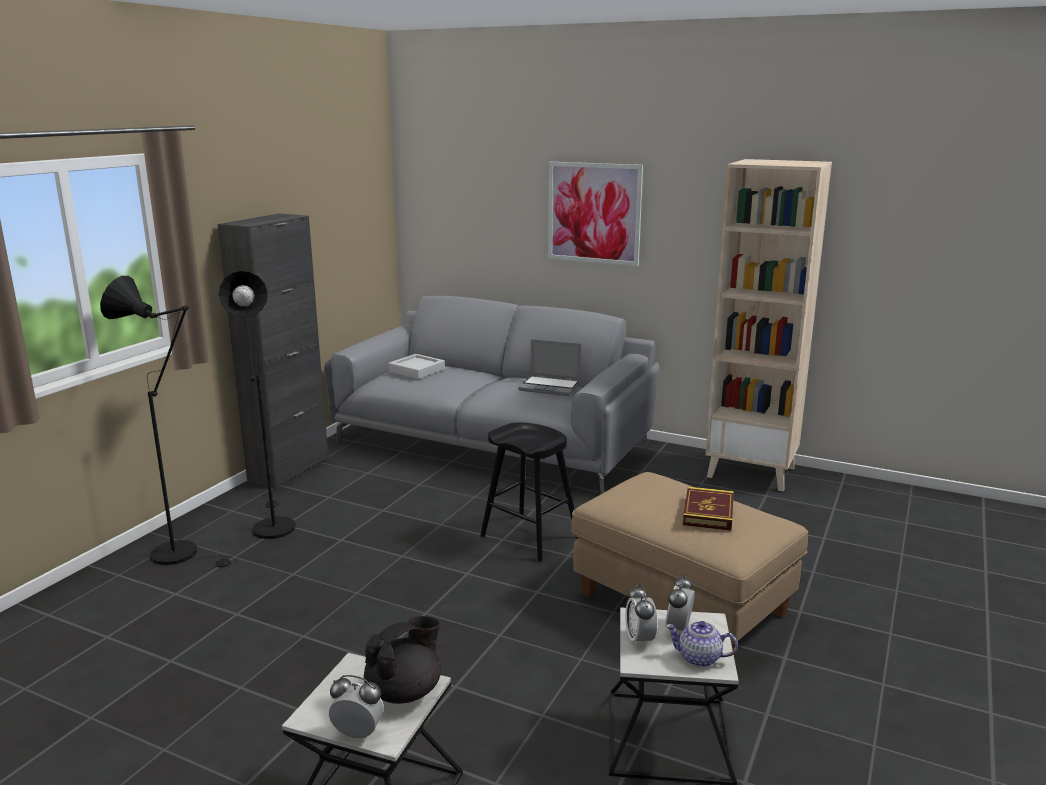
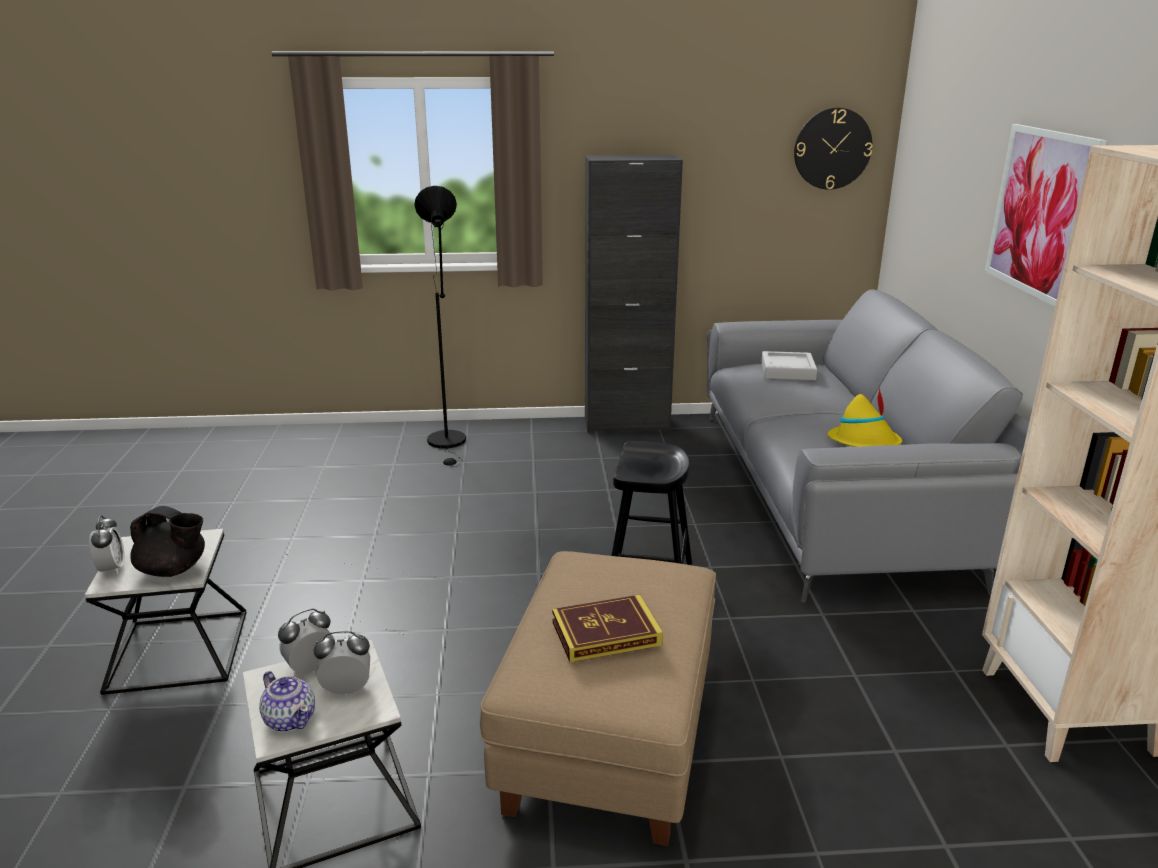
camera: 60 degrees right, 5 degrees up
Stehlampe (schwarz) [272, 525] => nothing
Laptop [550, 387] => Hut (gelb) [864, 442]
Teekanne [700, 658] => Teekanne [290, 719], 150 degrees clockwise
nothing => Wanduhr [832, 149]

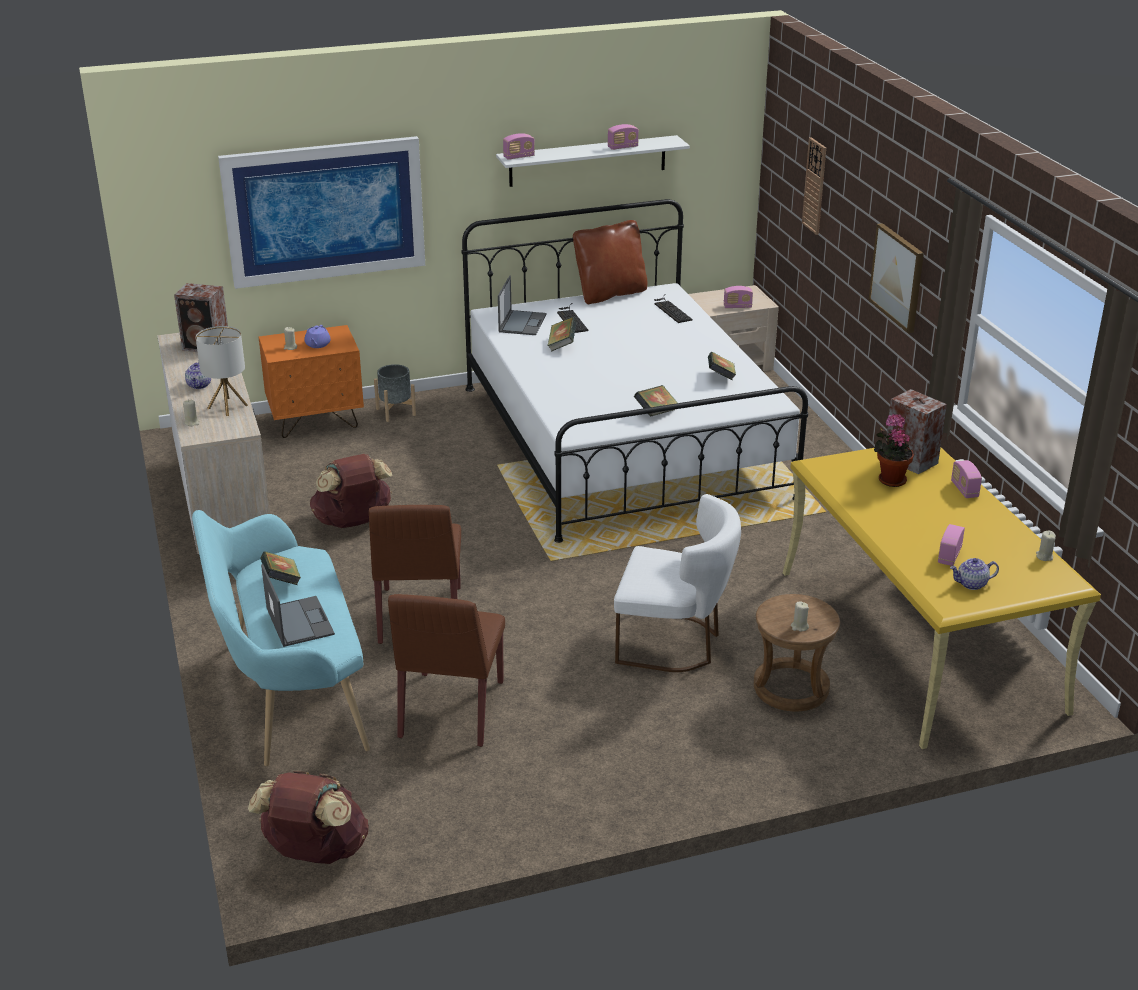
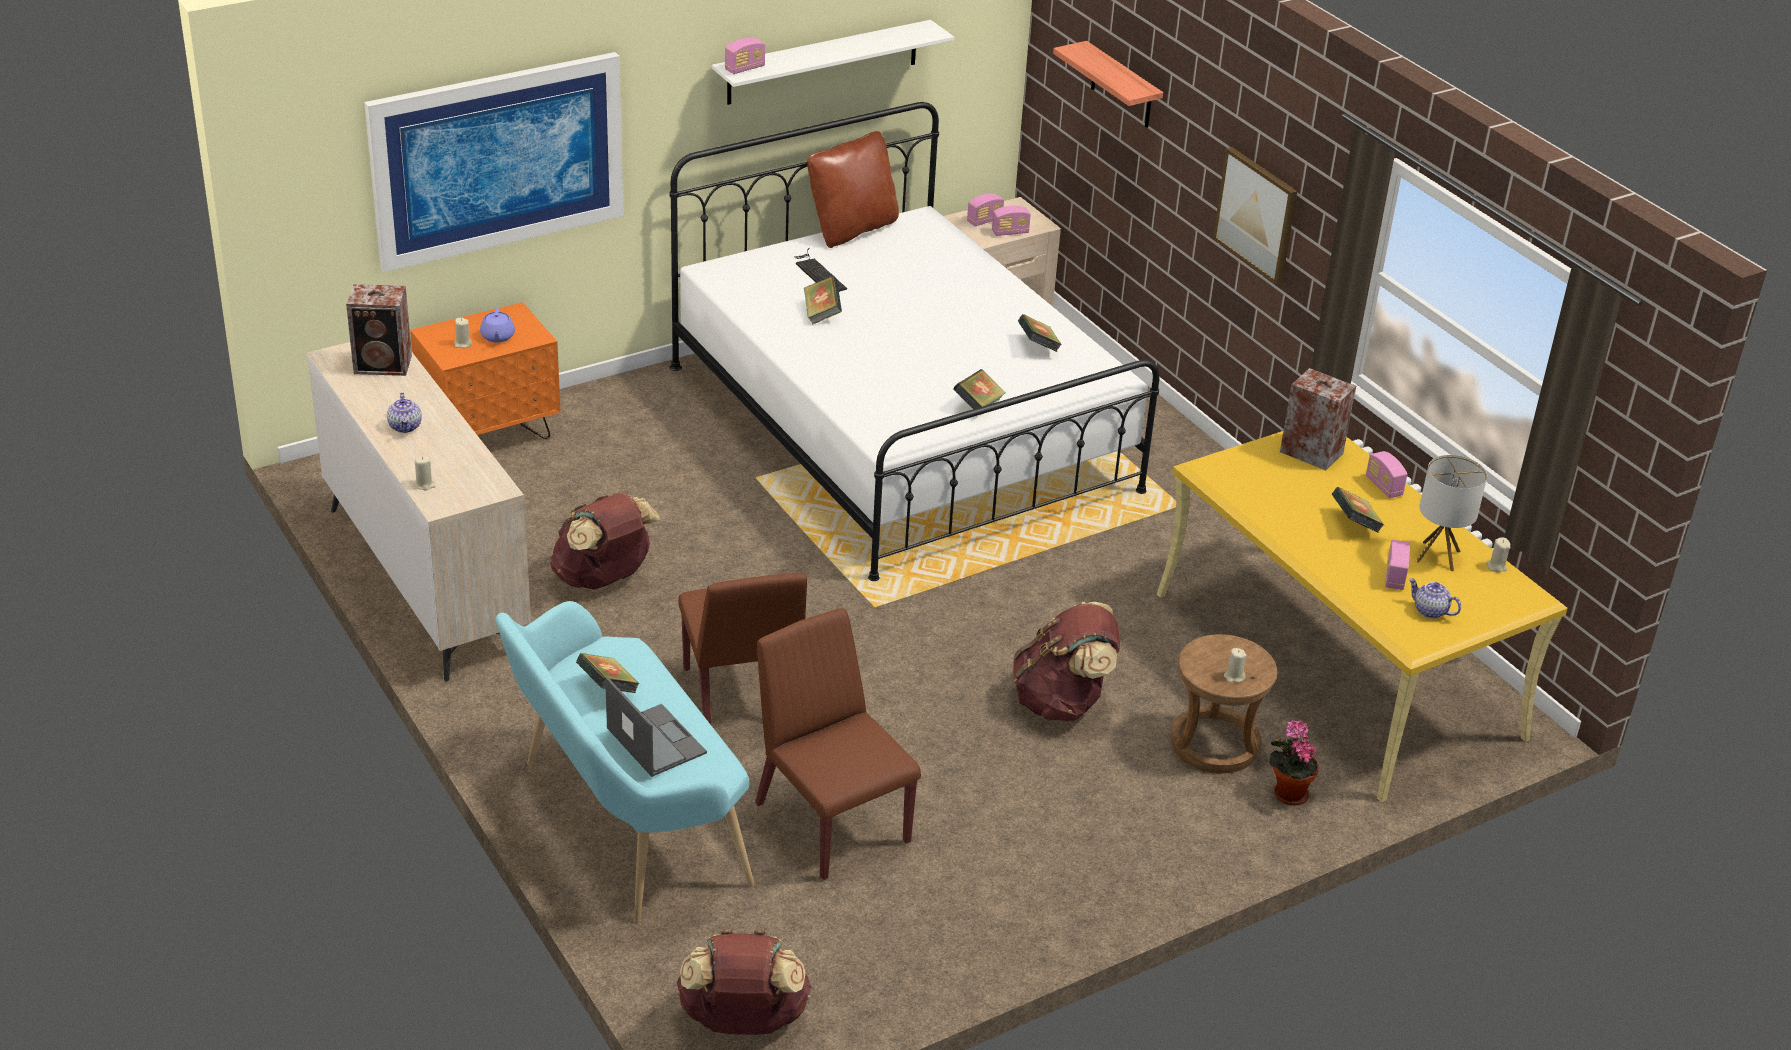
camera: 15 degrees left, 5 degrees up
Radio [623, 147] => Radio [984, 221], moved
Wanduhr [815, 186] => Wandregal [1122, 86]
Laptop [522, 323] => nothing
Tastatur [671, 309] => nothing
Tischlampe [227, 407] => Tischlampe [1438, 556], moved
Pflanzkübel (grau) [395, 412] => nothing
Topfpflanze [890, 479] => Topfpflanze [1287, 793], moved
Stuhl (weiß) [674, 643] => Rucksack (braun) [1062, 702]
Teekanne [971, 584] => Teekanne [1430, 611], 60 degrees clockwise
Stuhl (braun) [451, 710] => Stuhl (braun) [831, 821], 150 degrees clockwise
nothing => Buch [1354, 524]

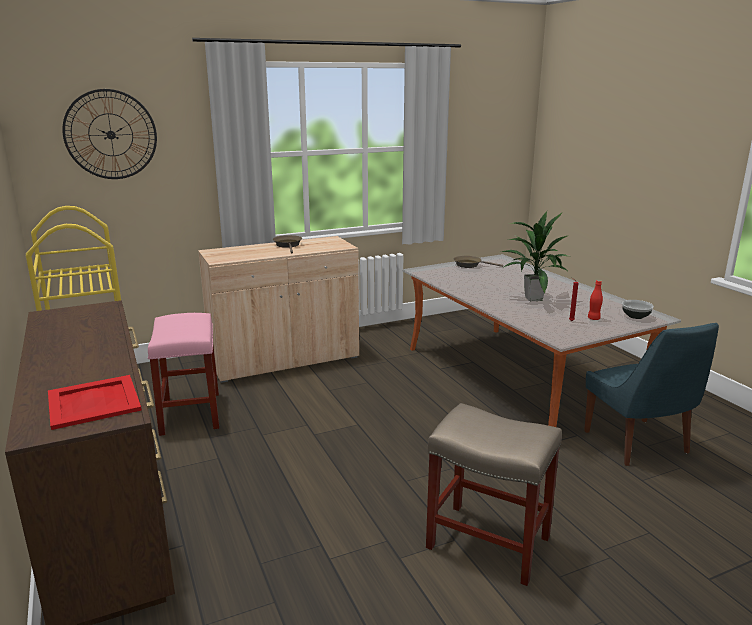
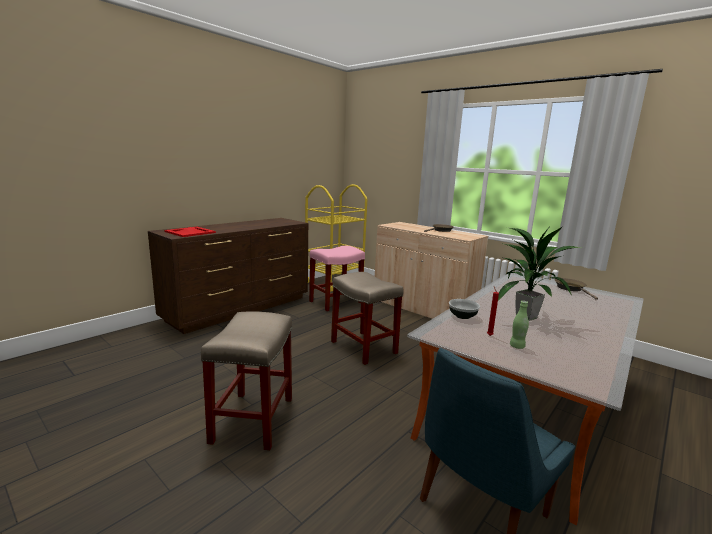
camera: 65 degrees right, 5 degrees down
Wanduhr [111, 135] => nothing
Flasche (rot) [593, 318] => Flasche (grün) [517, 346]
Schüssel [635, 316] => Schüssel [462, 316], moved
nothing => Hocker (beige) [364, 347]

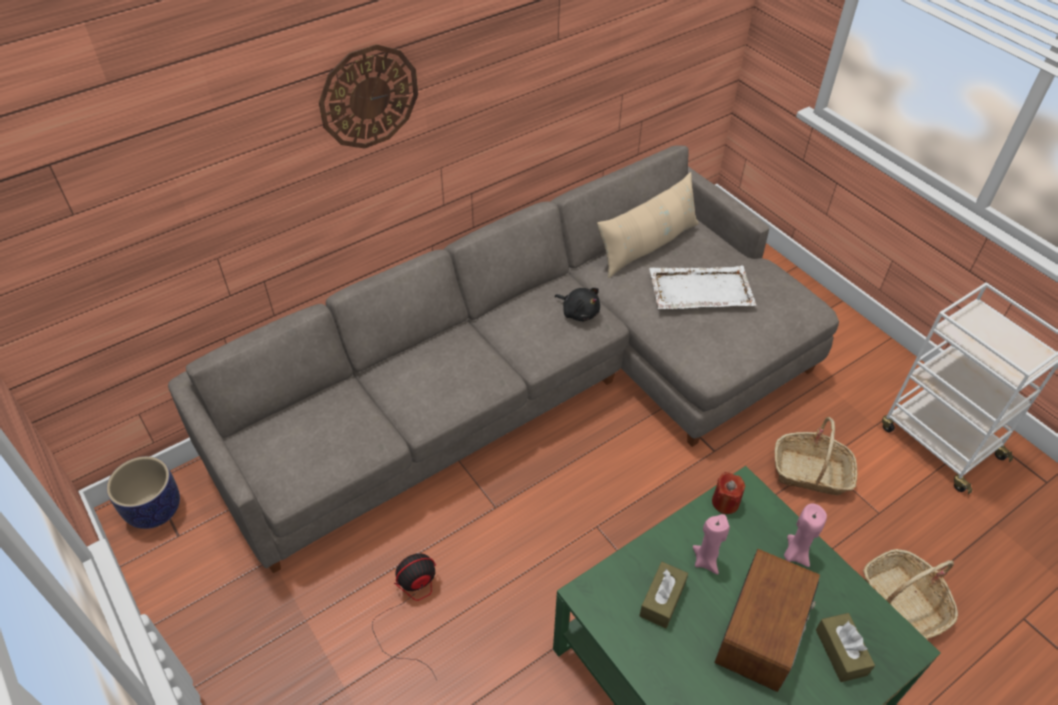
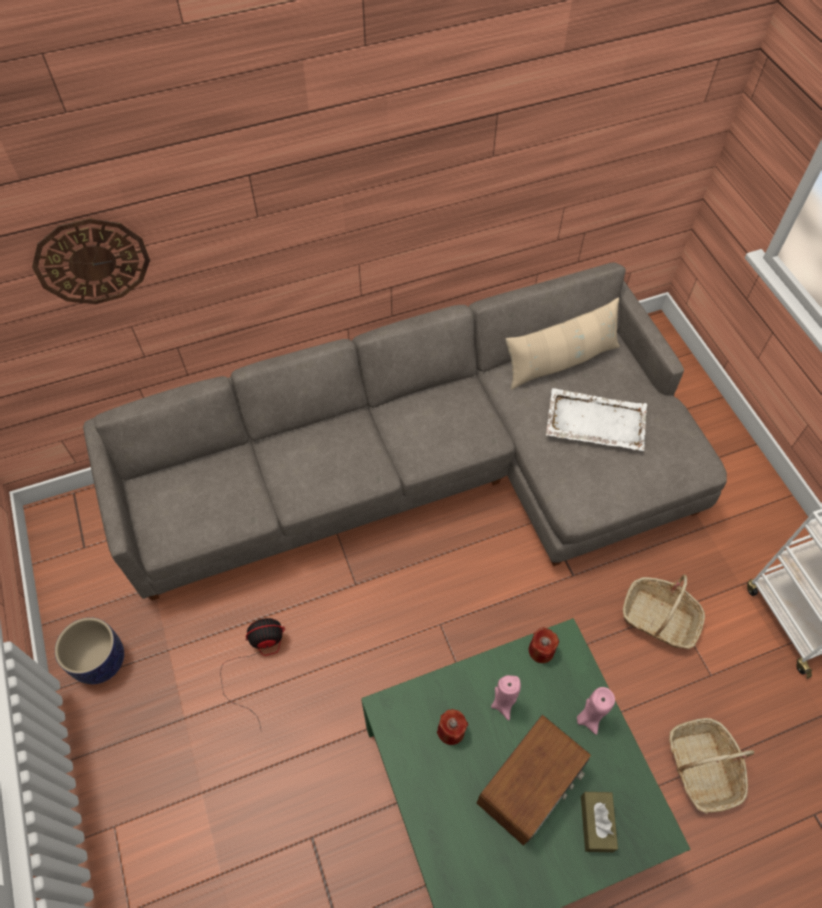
camera: 15 degrees right, 10 degrees up
Wanduhr [368, 97] => Wanduhr [92, 261], moved
Plüschtier (schwarz) [579, 312] => nothing
Pflanzkübel [155, 509] => Pflanzkübel [101, 660], moved
Taschentuchbox (braun) [662, 600] => Kerze (rot) [451, 731]

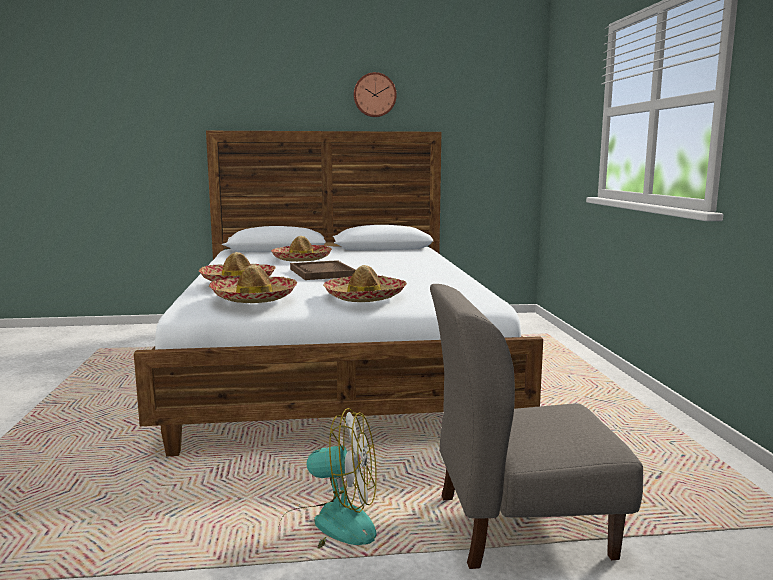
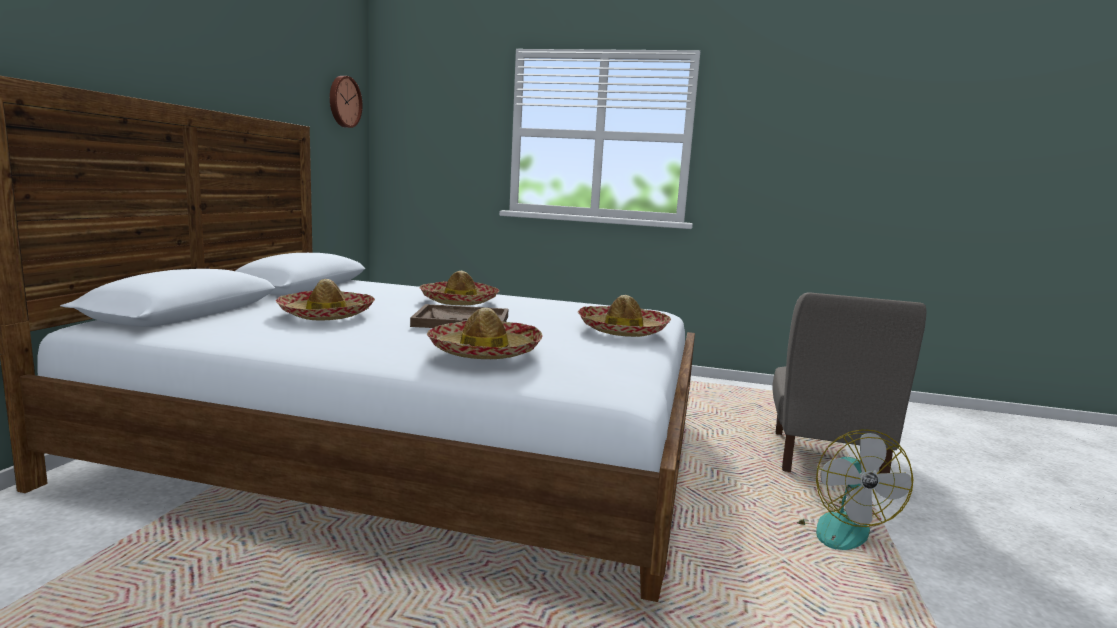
camera: 70 degrees left, 0 degrees up
Wanduhr [374, 95] => Wanduhr [343, 101], moved
Hut [254, 298] => Hut [459, 301], moved
Ventilator [329, 526] => Ventilator [833, 526], 150 degrees clockwise

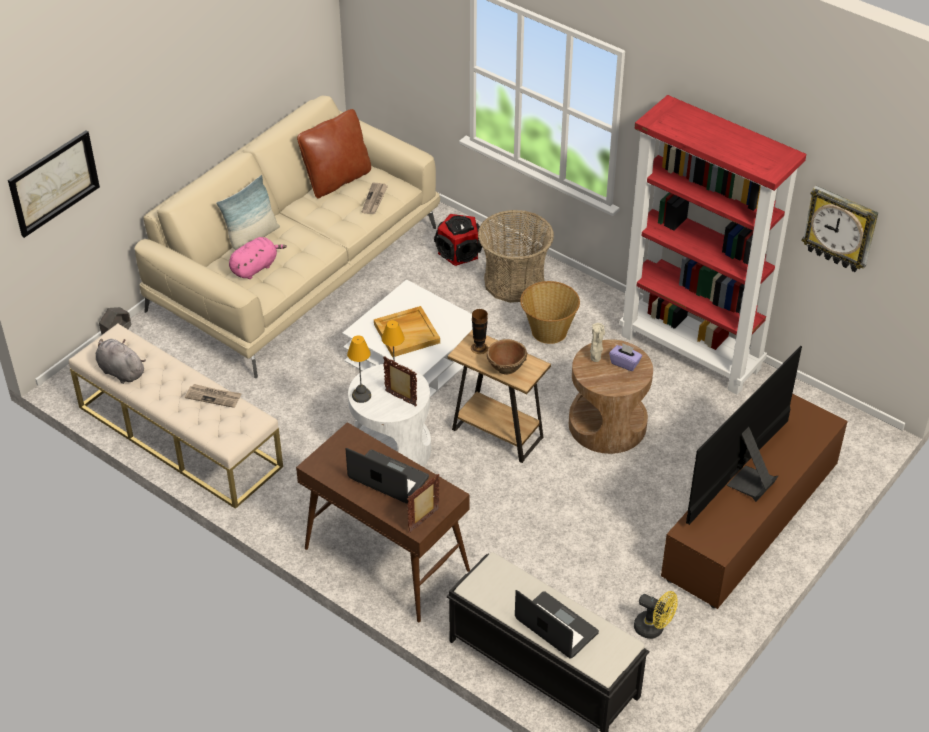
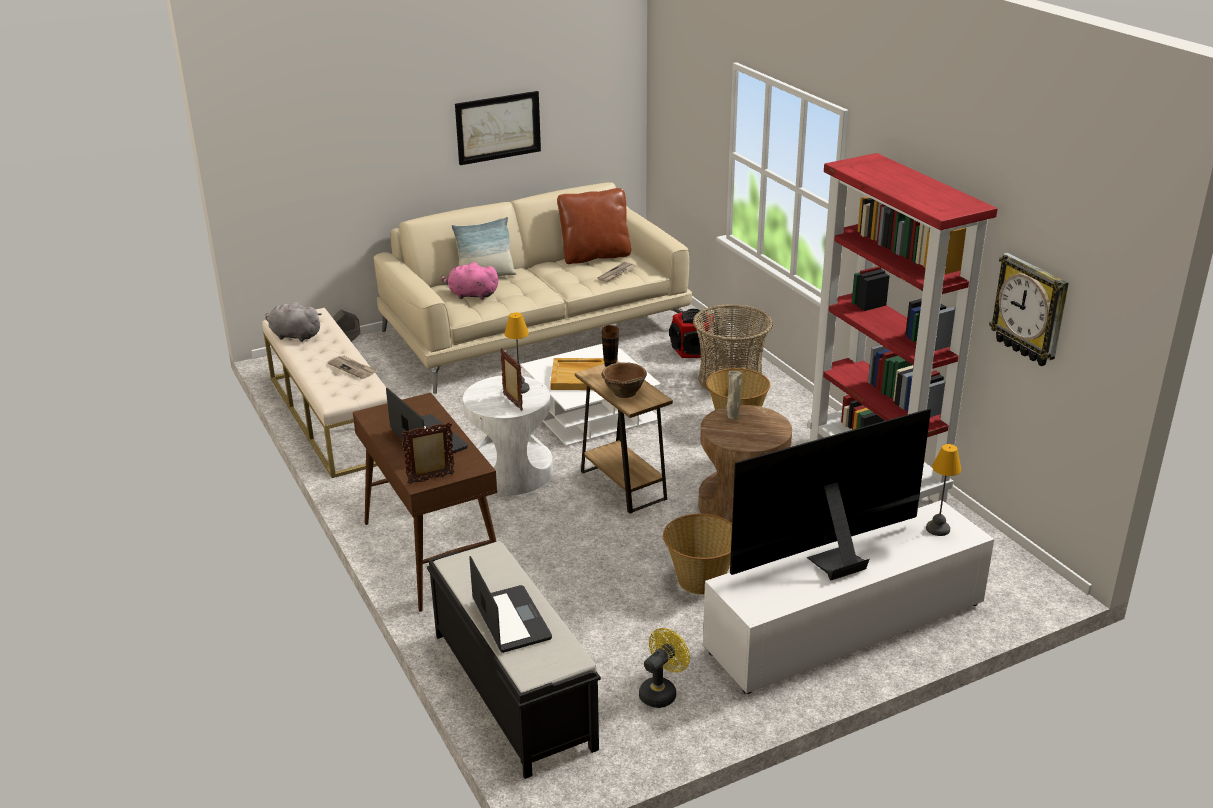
camera: 25 degrees right, 15 degrees down
Bild [53, 182] => Bild [498, 127], moved
Plüschtier (rosa) [255, 267] => Plüschtier (rosa) [471, 295], 150 degrees counterclockwise
Tischlampe [361, 396] => Tischlampe [937, 529], moved
Plüschtier (grau) [120, 371] => Plüschtier (grau) [294, 336], 45 degrees counterclockwise
Taschentuchbox (lila) [625, 363] => nothing
Fernsehschrank (braun) [751, 522] => Fernsehschrank (weiß) [844, 628]
Ventilator (gelb) [653, 629] => Ventilator (gelb) [661, 692], 105 degrees counterclockwise
nothing => Korb [700, 579]

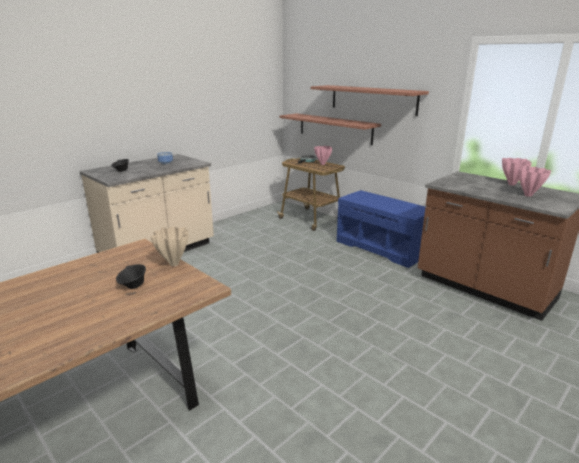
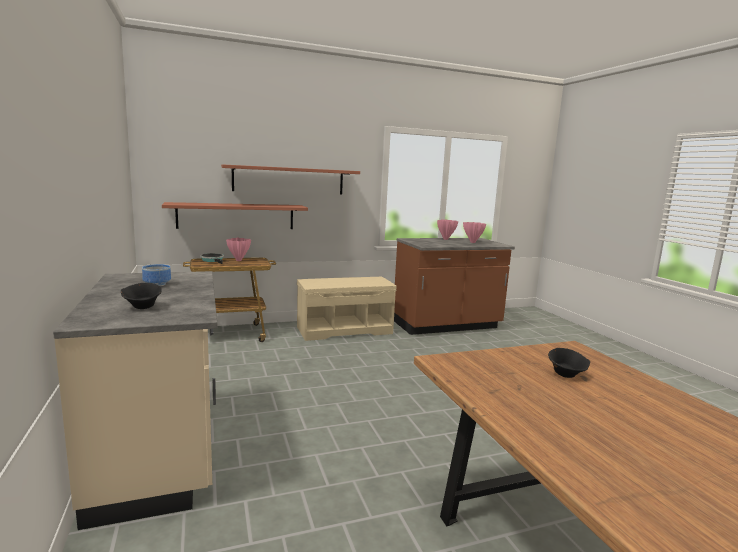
camera: 65 degrees left, 10 degrees down
Bank (blau) [382, 248] => Bank (beige) [345, 330]
Vase (beige) [174, 264] => nothing

